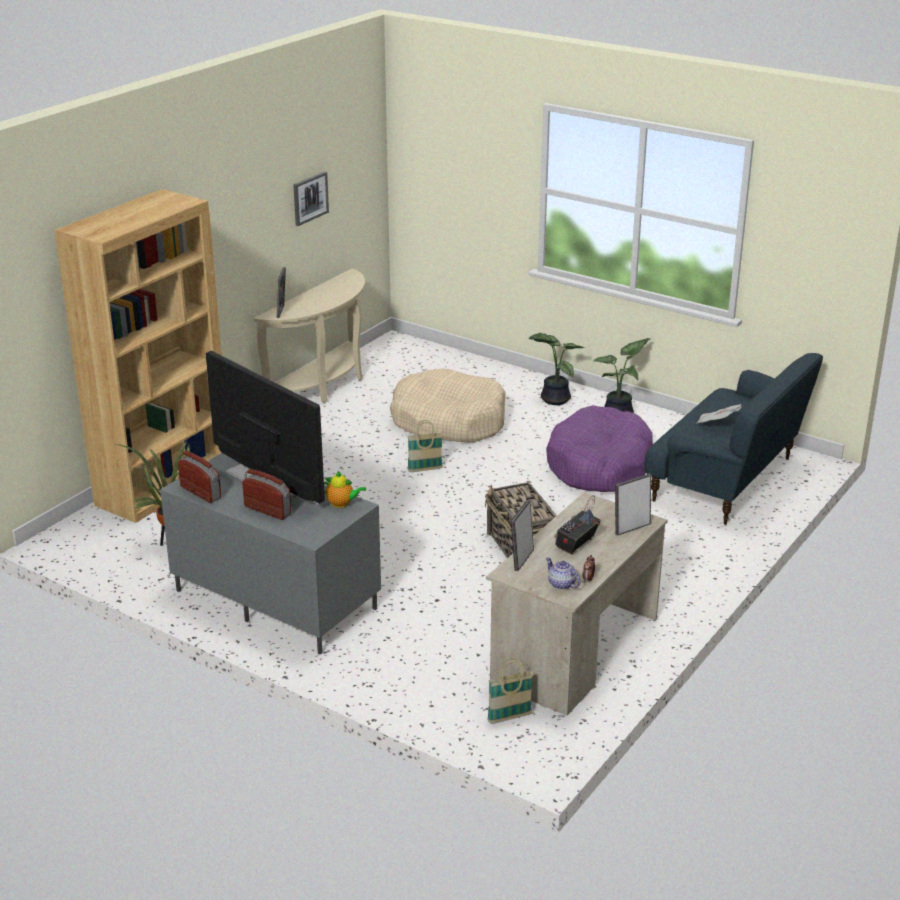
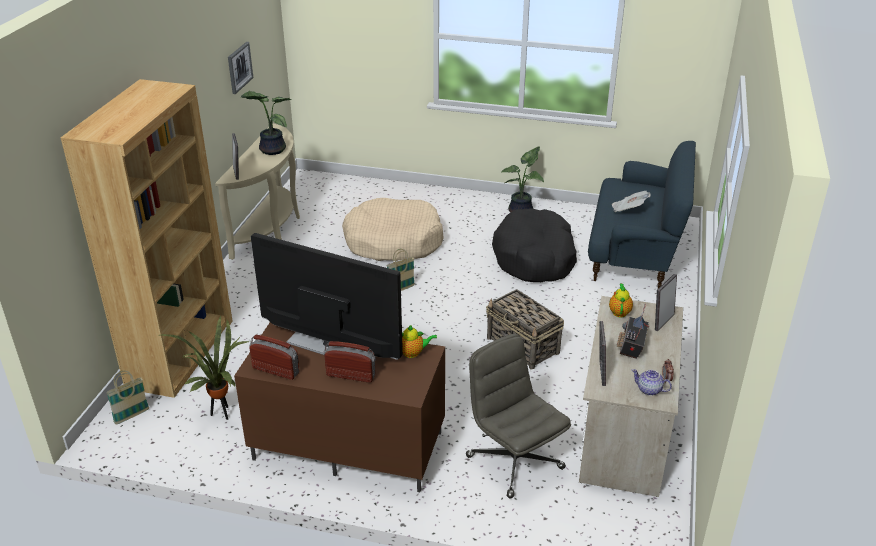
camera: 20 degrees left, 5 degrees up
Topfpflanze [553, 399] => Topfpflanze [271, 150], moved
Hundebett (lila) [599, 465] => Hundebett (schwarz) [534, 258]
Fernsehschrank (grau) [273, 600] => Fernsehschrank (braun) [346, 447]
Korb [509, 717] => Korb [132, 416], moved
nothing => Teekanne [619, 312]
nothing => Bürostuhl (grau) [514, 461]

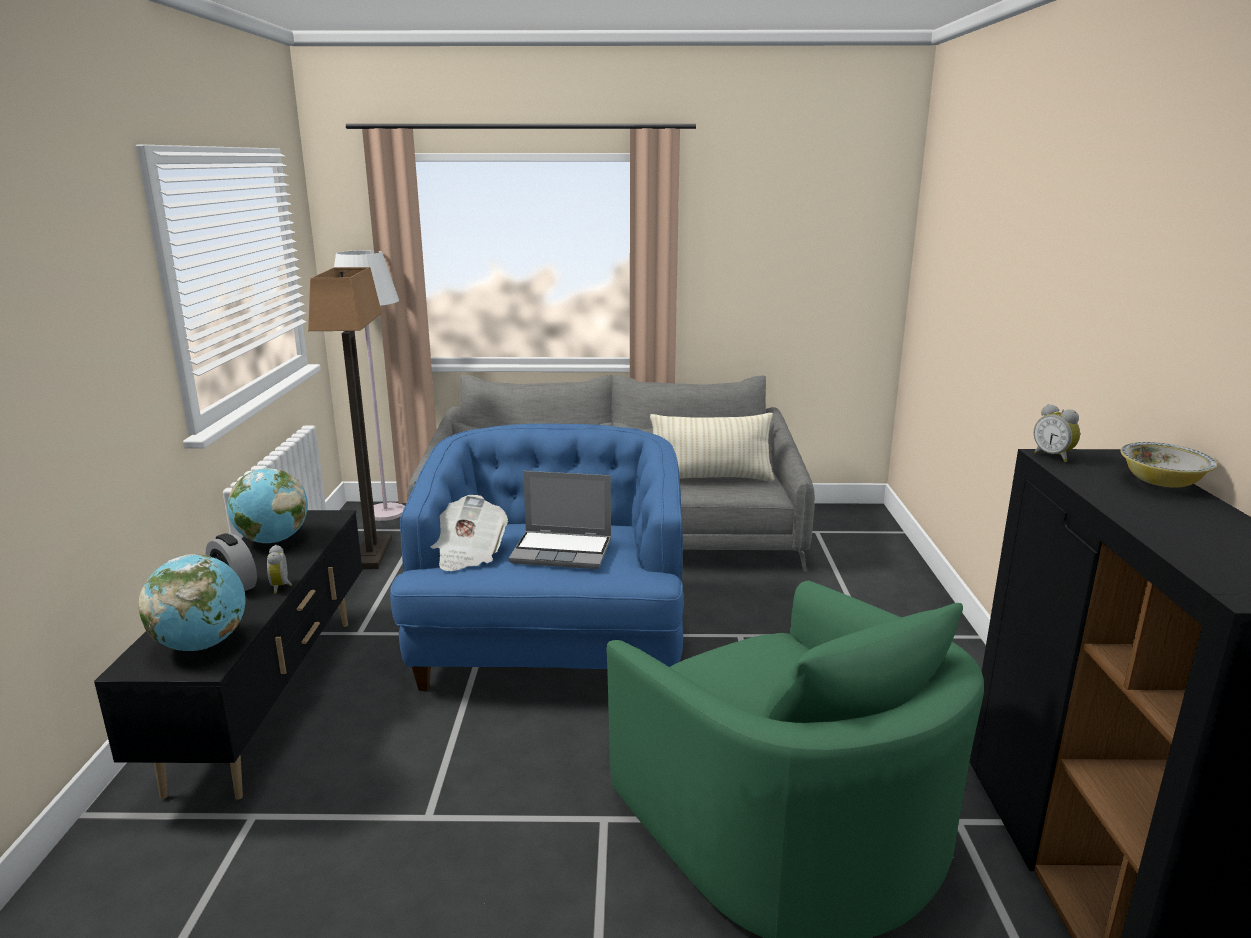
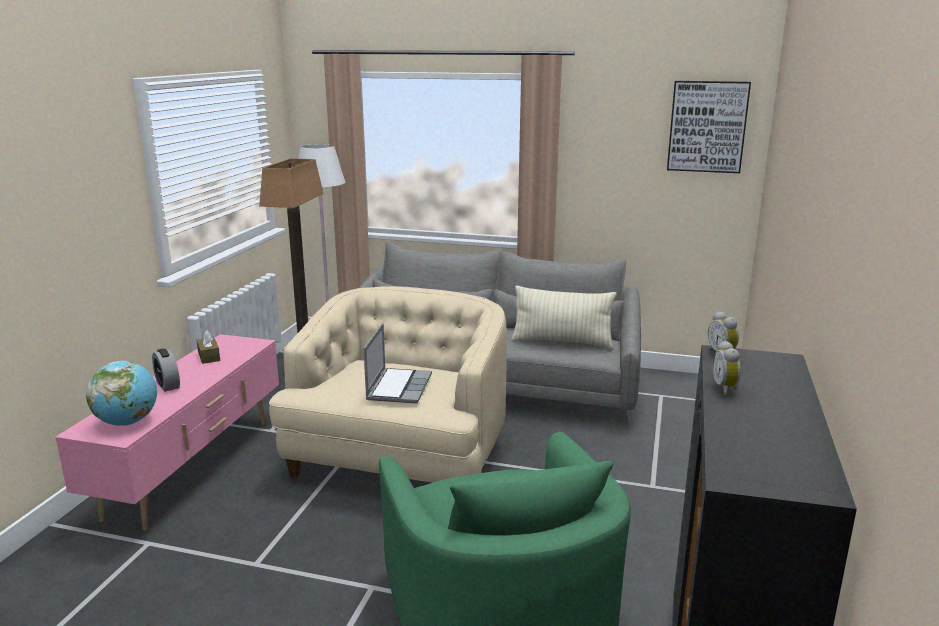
camera: 15 degrees right, 0 degrees up
Sessel (blau) [551, 643] => Sessel (beige) [400, 456]
Schüssel [1161, 482] => nothing
Globus [273, 540] => Taschentuchbox (braun) [209, 356]
Laptop [563, 551] => Laptop [398, 387], 105 degrees counterclockwise
Zeitung [467, 553] => nothing
Fernsehschrank (schwarz) [271, 698] => Fernsehschrank (rosa) [193, 467]
Wecker [282, 587] => Wecker [726, 388], moved
nothing => Bild [707, 126]

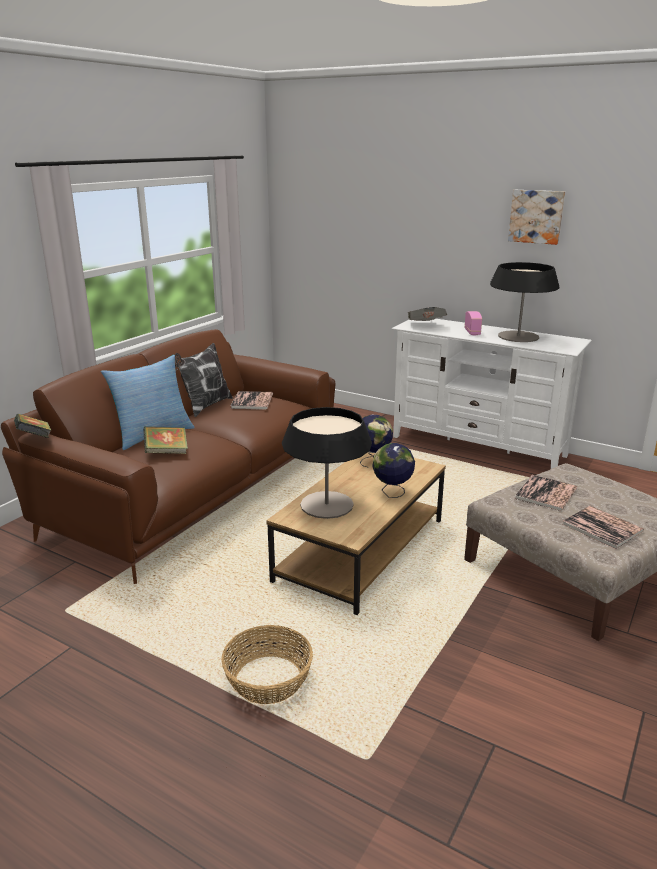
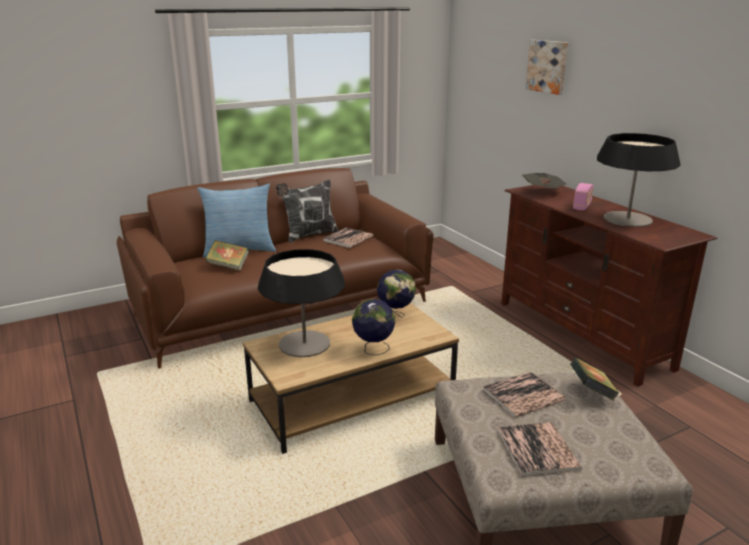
camera: 30 degrees right, 0 degrees up
Bild [536, 216] => Bild [548, 66], moved
Fernsehschrank (weiß) [478, 446] => Fernsehschrank (braun) [582, 334]
Buch [35, 439] => Buch [591, 392], moved
Korb [269, 679] => nothing

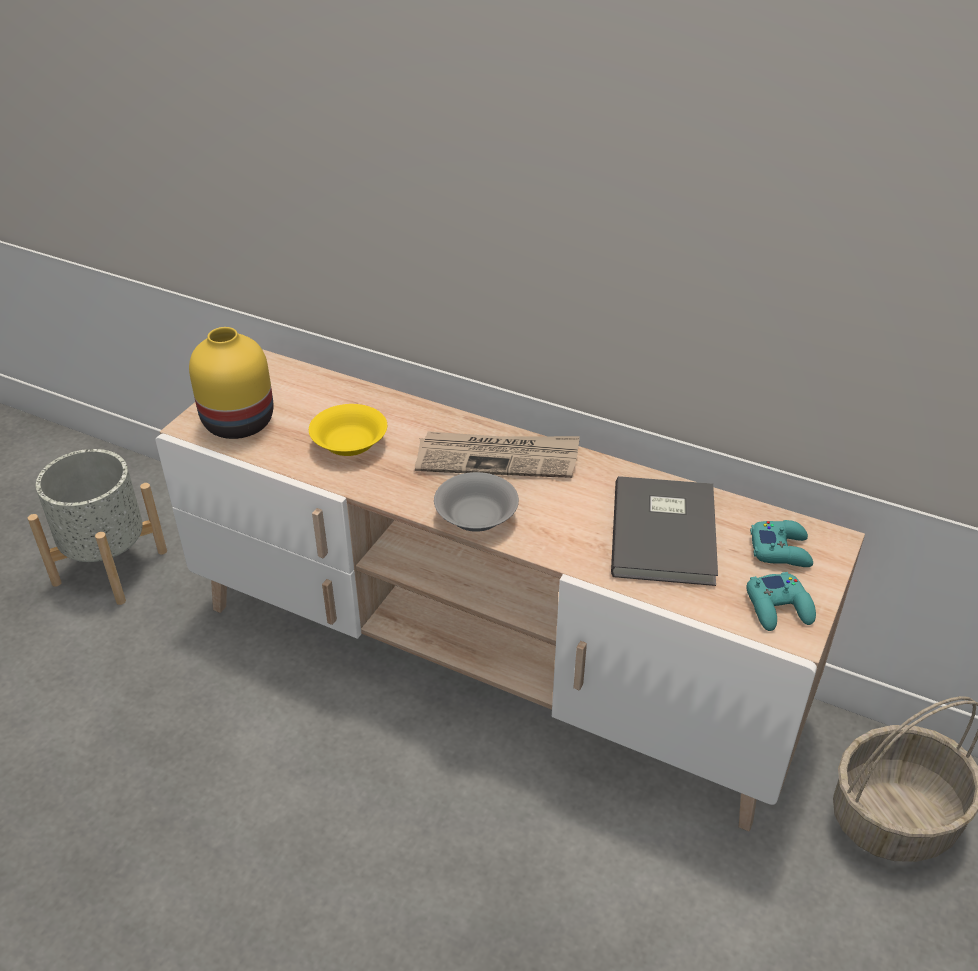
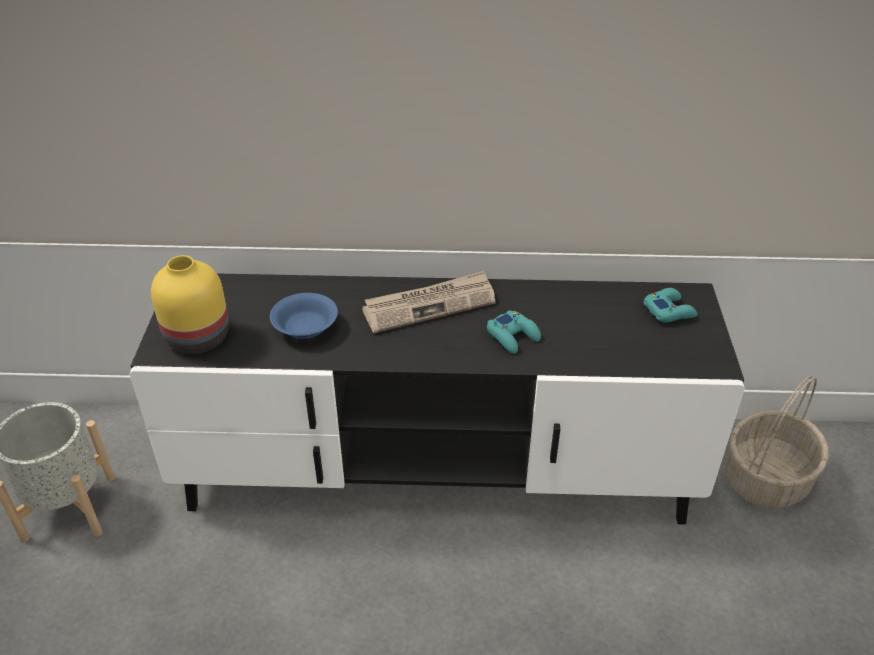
camera: 25 degrees left, 0 degrees up
Fernsehschrank (beige) [489, 659] => Fernsehschrank (schwarz) [437, 470]
Schüssel (gelb) [349, 444] => Schüssel (blau) [305, 328]
Schüssel (grau) [475, 516] => nothing
Buch (grau) [667, 532] => nothing
Gamepad (türkis) [779, 607] => Gamepad (türkis) [513, 336], moved

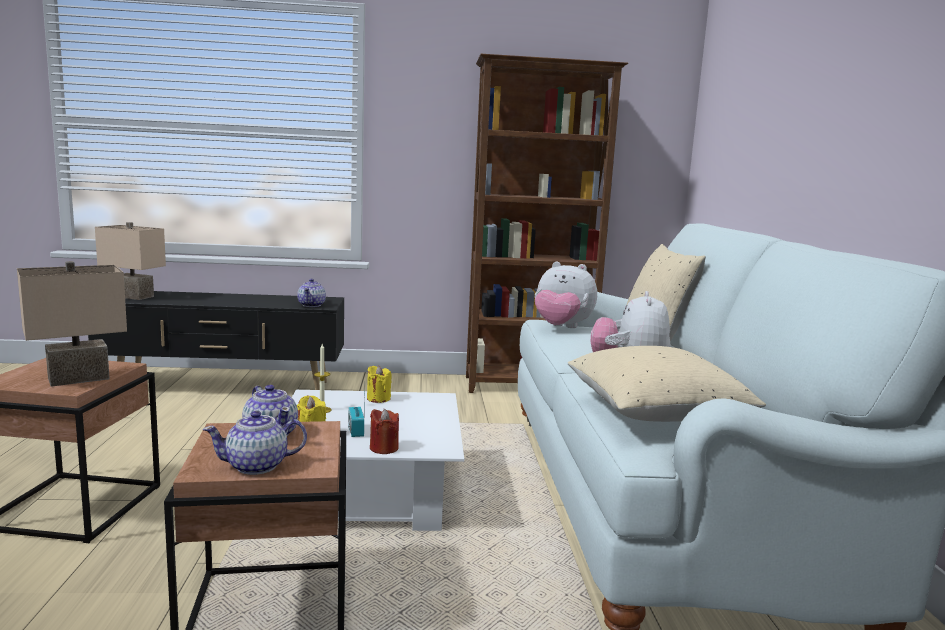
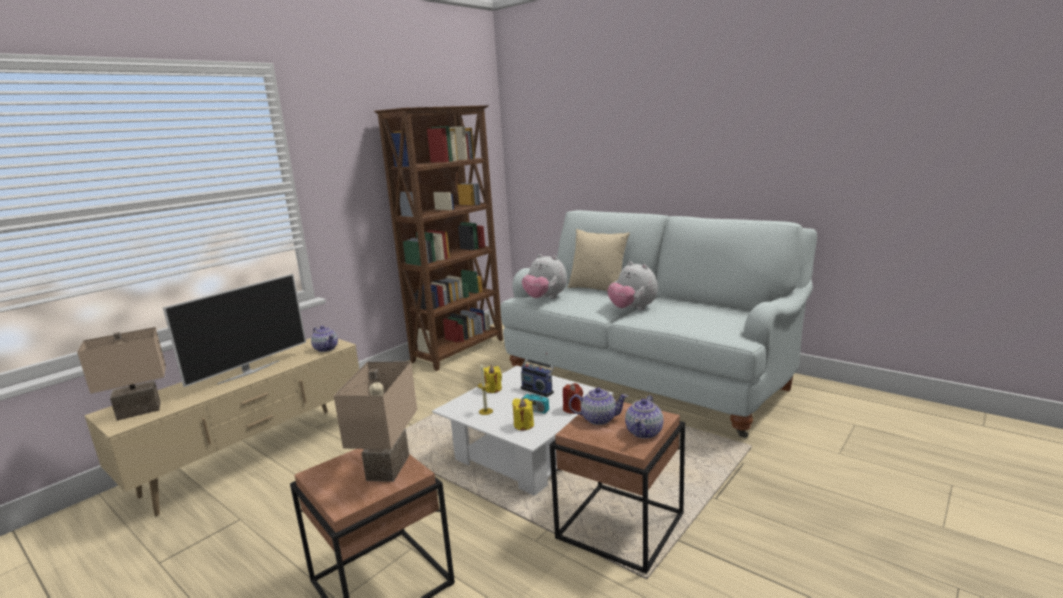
camera: 45 degrees left, 5 degrees up
Plüschtier [561, 328] => Plüschtier [545, 298], 60 degrees clockwise
Fernsehschrank (schwarz) [226, 387] => Fernsehschrank (beige) [255, 457]
Kissen (beige) [655, 412] => nothing
nothing => Fernseher [249, 372]
nothing => Radio [538, 390]

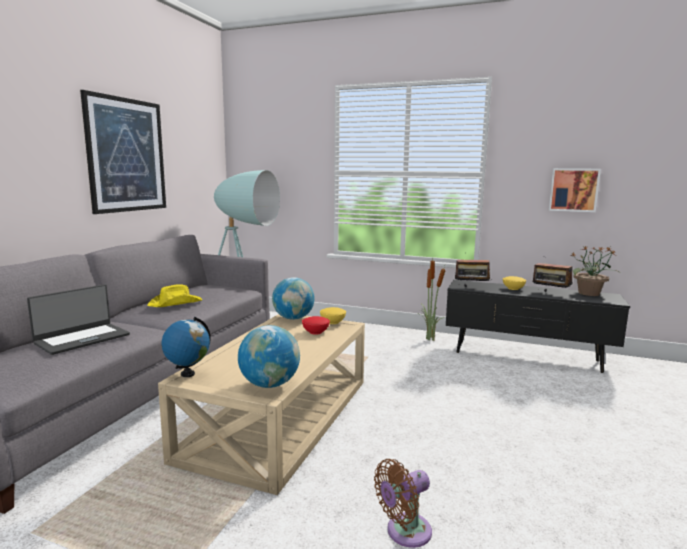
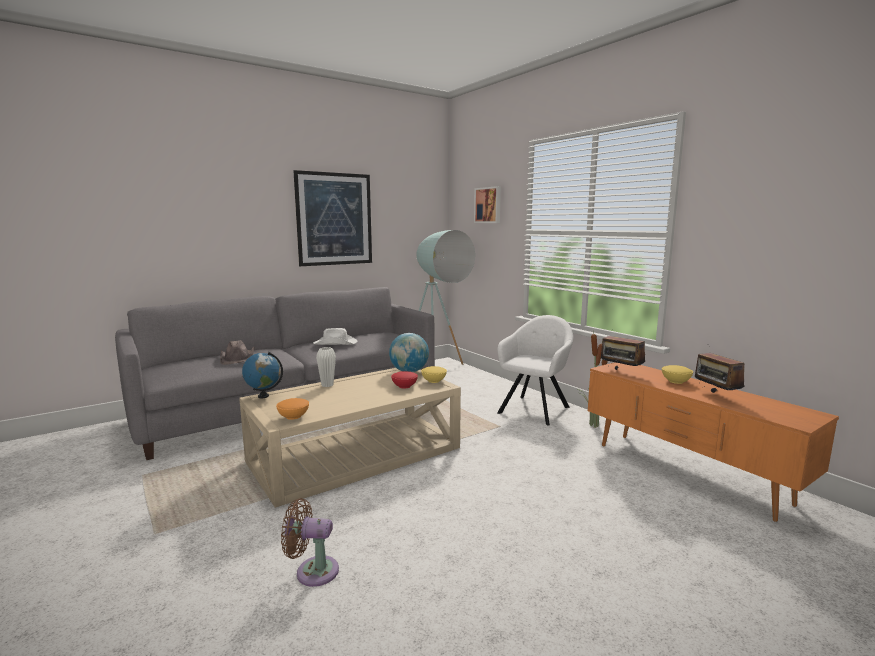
camera: 35 degrees right, 0 degrees up
Bild [573, 190] => Bild [488, 205], moved
Topfpflanze [589, 293] => nothing
Fernsehschrank (schwarz) [526, 357] => Fernsehschrank (orange) [686, 473]
Laptop [82, 339] => Hut (braun) [238, 358]
Hut (gelb) [176, 303] => Hut (weiß) [335, 343]
Globus [270, 384] => Schüssel (orange) [294, 416]
nothing => Sessel (weiß) [535, 409]
nothing => Vase (weiß) [327, 385]

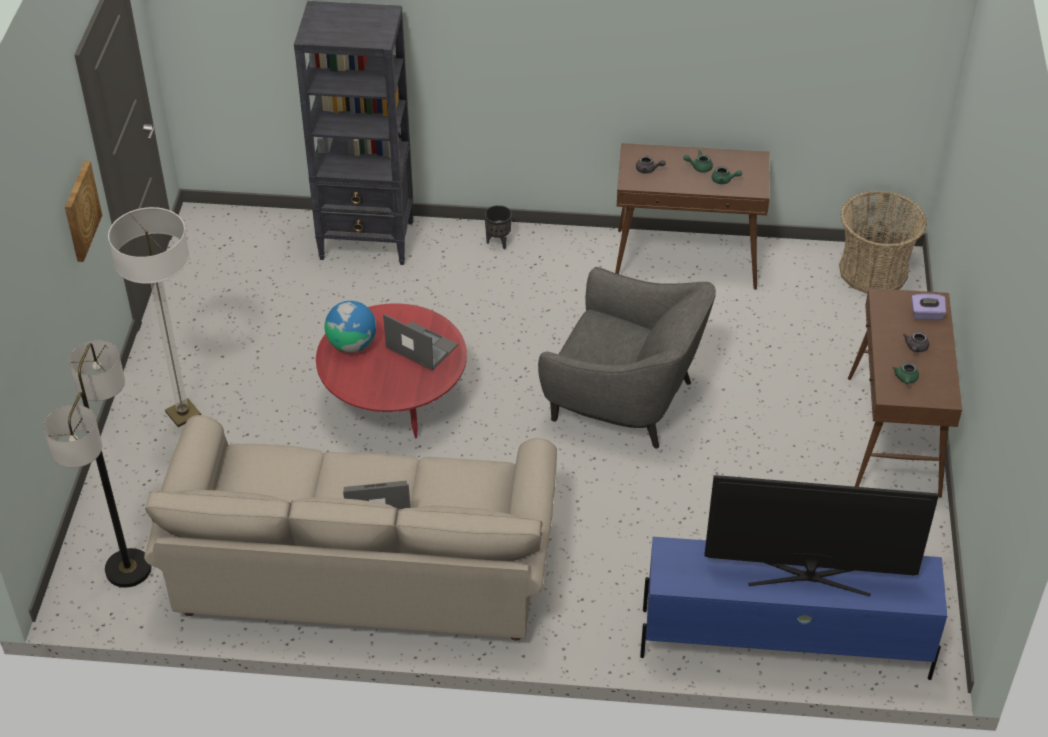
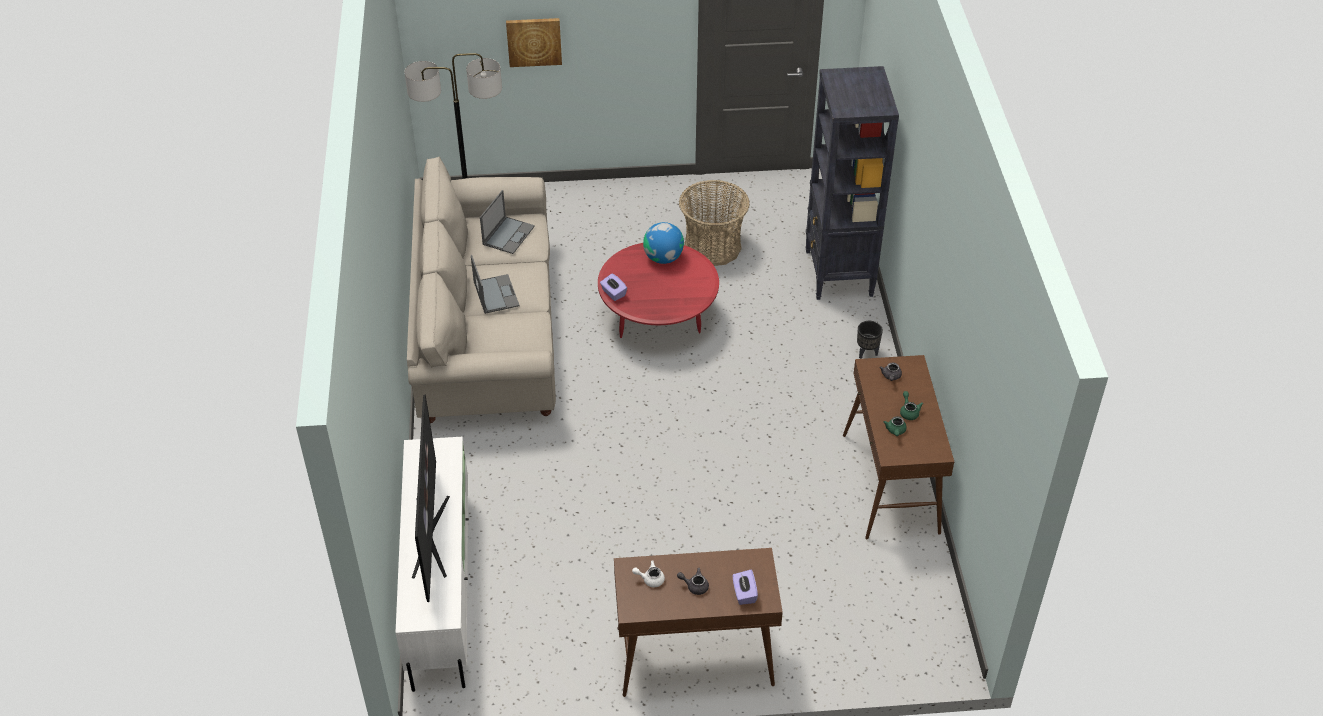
camera: 80 degrees right, 0 degrees up
Bild [80, 211] => Bild [534, 41], moved
Korb [873, 271] => Korb [712, 247], moved
Stehlampe [183, 414] => nothing
Sessel (grau) [624, 399] => nothing
Laptop [420, 346] => Laptop [508, 235], moved
Teekanne (grün) [905, 379] => Teekanne (weiß) [650, 579]
Fernsehschrank (blau) [782, 643] => Fernsehschrank (weiß) [441, 585]
nothing => Taschentuchbox (lila) [613, 293]

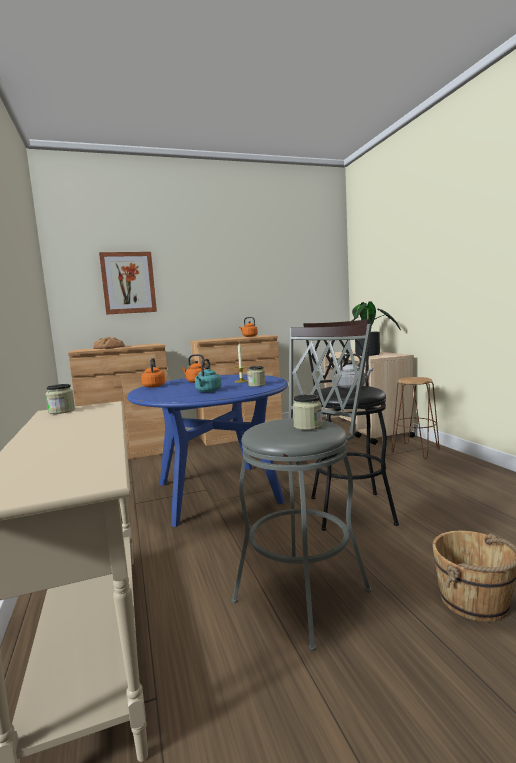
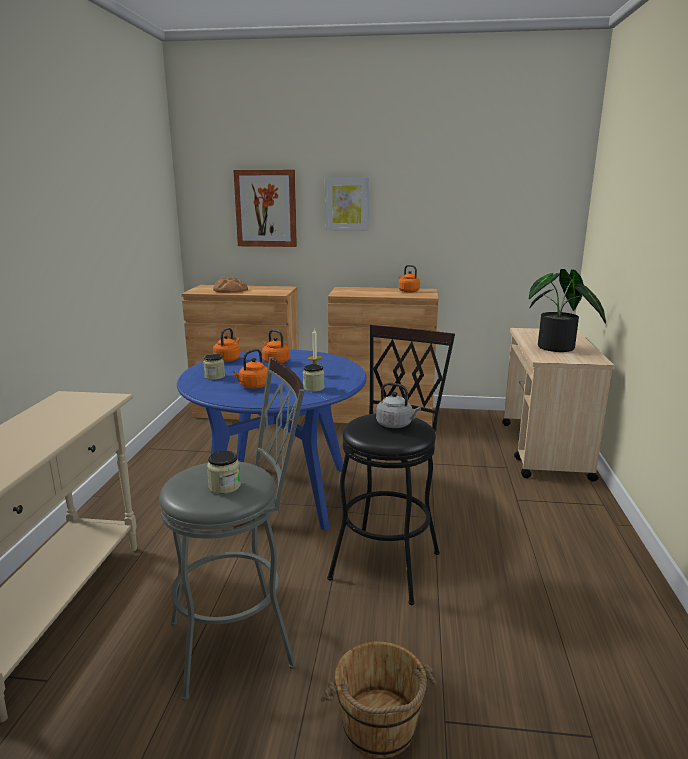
camera: 25 degrees right, 10 degrees up
Wasserkessel (türkis) [208, 391] => Wasserkessel (orange) [253, 386]
Hocker (braun) [415, 450] => nothing
Vorratsglas [61, 411] => Vorratsglas [214, 376], moved
nothing => Bild [347, 204]

